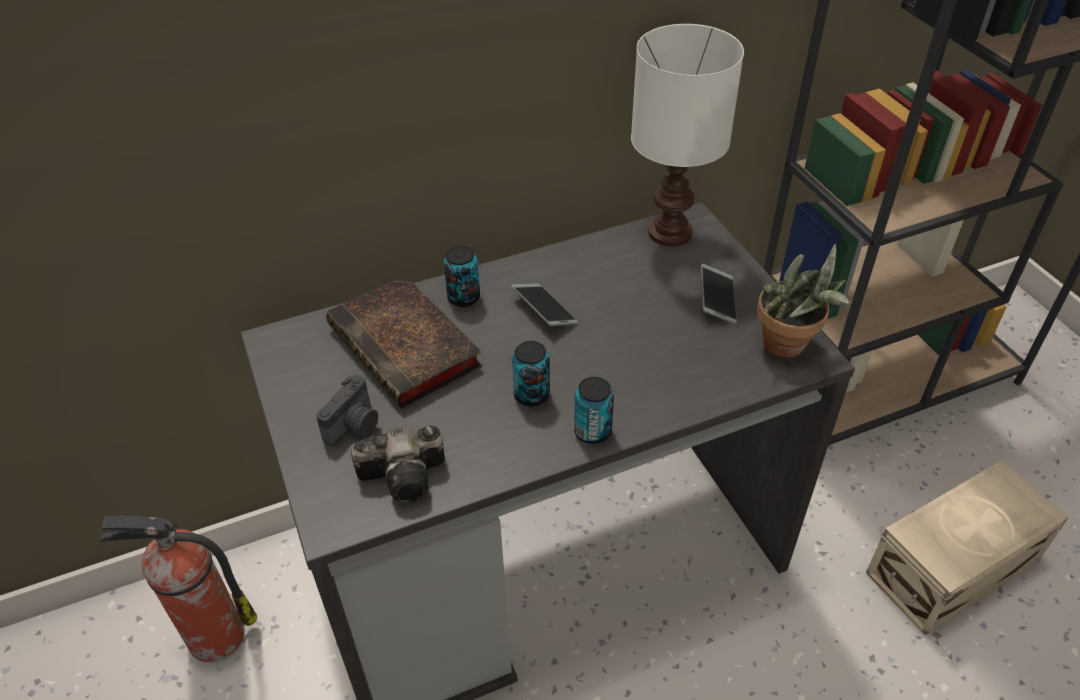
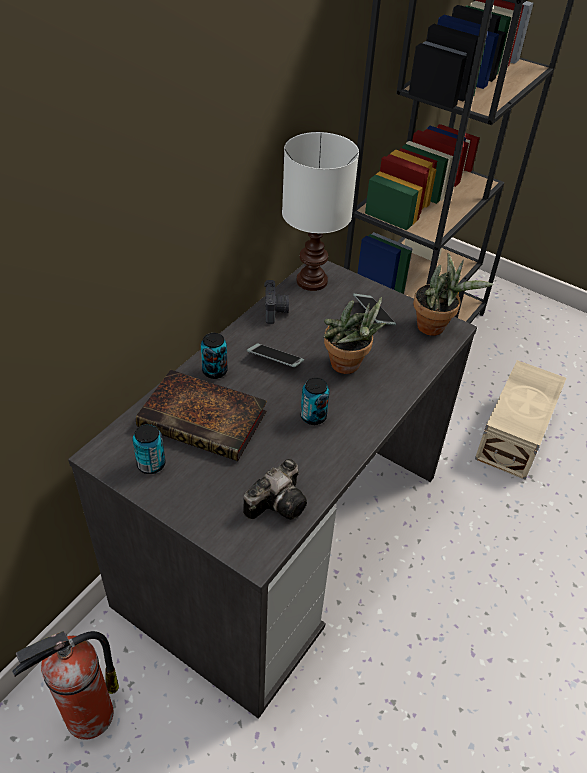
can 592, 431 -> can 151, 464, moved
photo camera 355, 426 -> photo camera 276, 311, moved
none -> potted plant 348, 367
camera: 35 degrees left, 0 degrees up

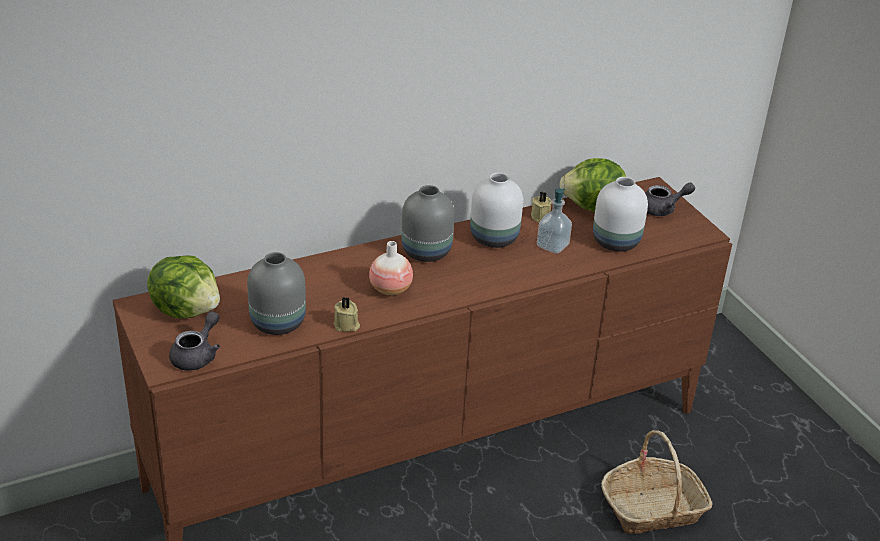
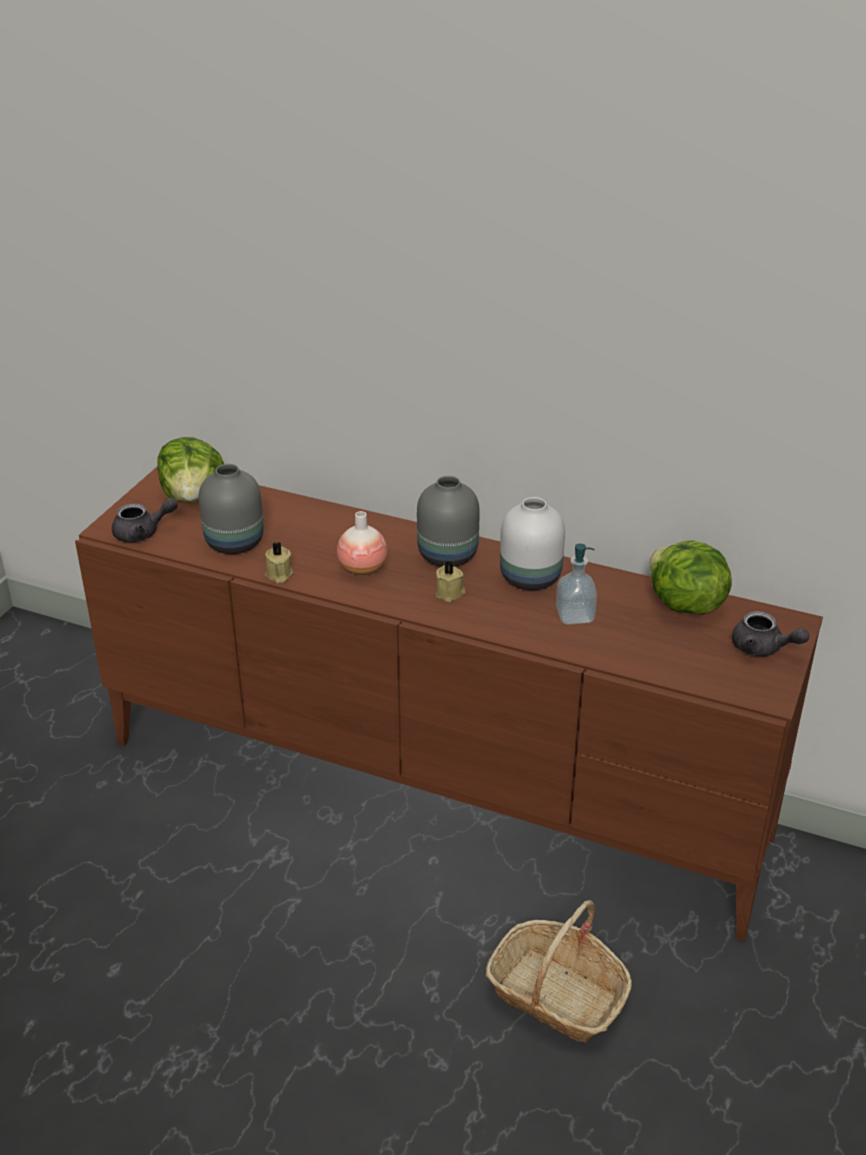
beige candle 541, 216 -> beige candle 450, 593, moved
white vase 617, 242 -> none
camera: 50 degrees right, 0 degrees up

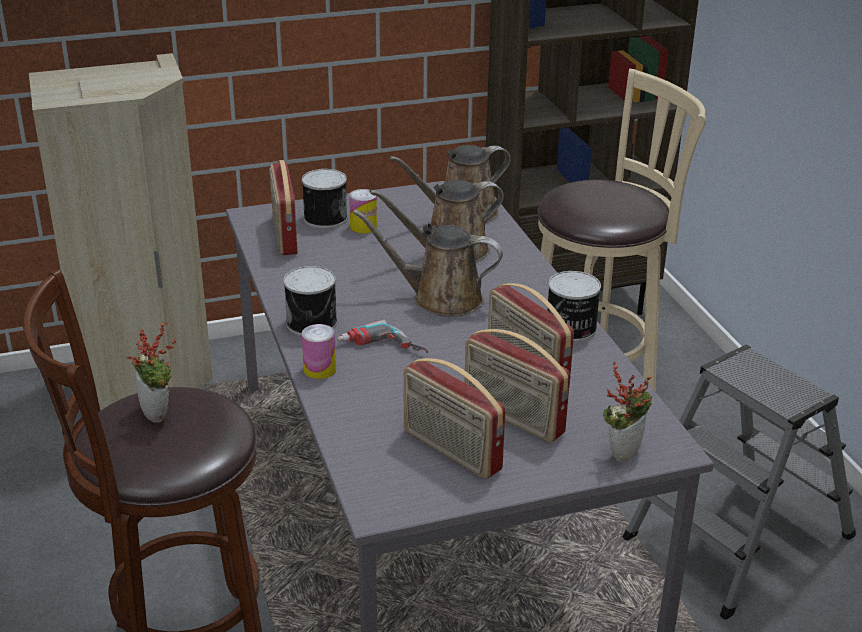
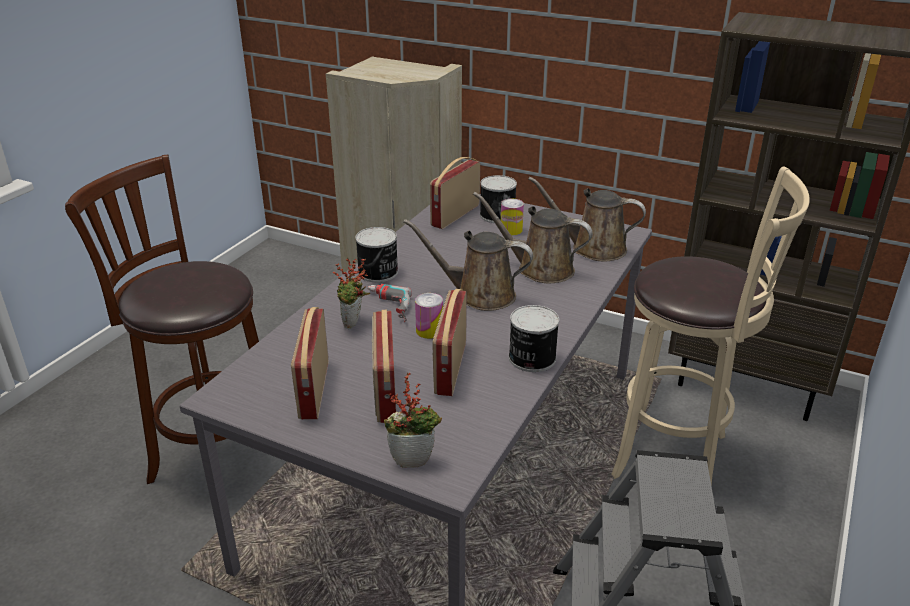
potted plant 159, 414 -> potted plant 354, 324, moved
brown watering can 440, 298 -> brown watering can 479, 295, 45 degrees counterclockwise
can 319, 369 -> can 429, 331, moved
camera: 45 degrees right, 0 degrees up

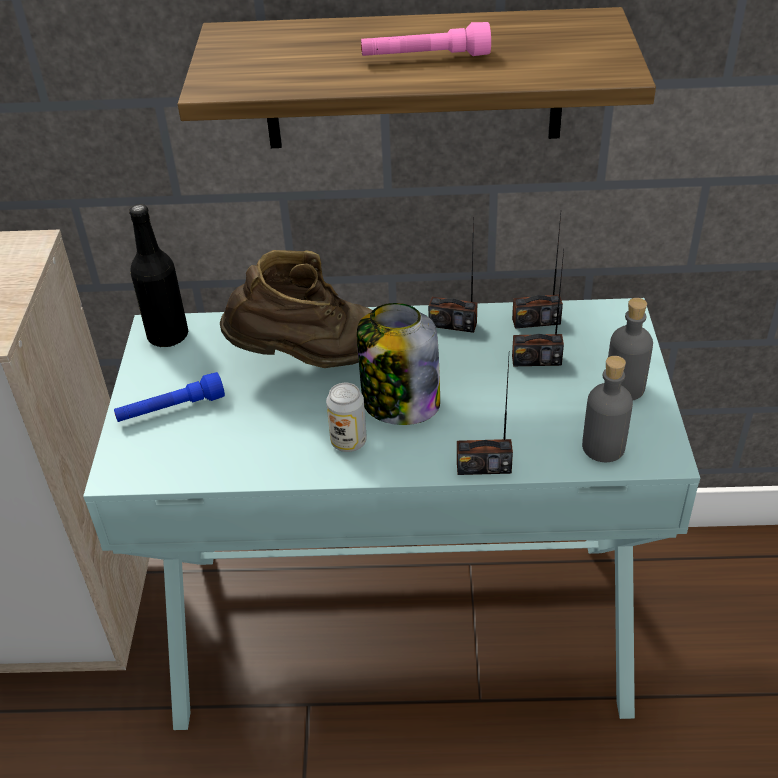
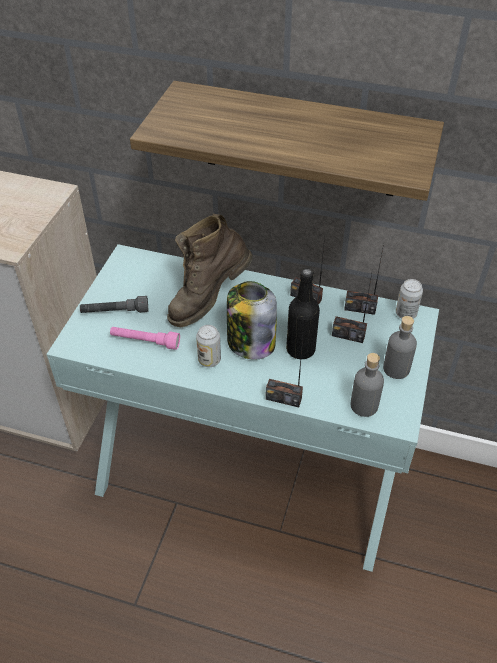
blue flashlight 171, 409 -> grey flashlight 115, 312
pink flashlight 425, 58 -> pink flashlight 145, 342, moved
brown boot 309, 360 -> brown boot 208, 300, 135 degrees clockwise
black bottle 168, 336 -> black bottle 300, 349, moved
none -> can 405, 314
camera: 15 degrees right, 5 degrees up

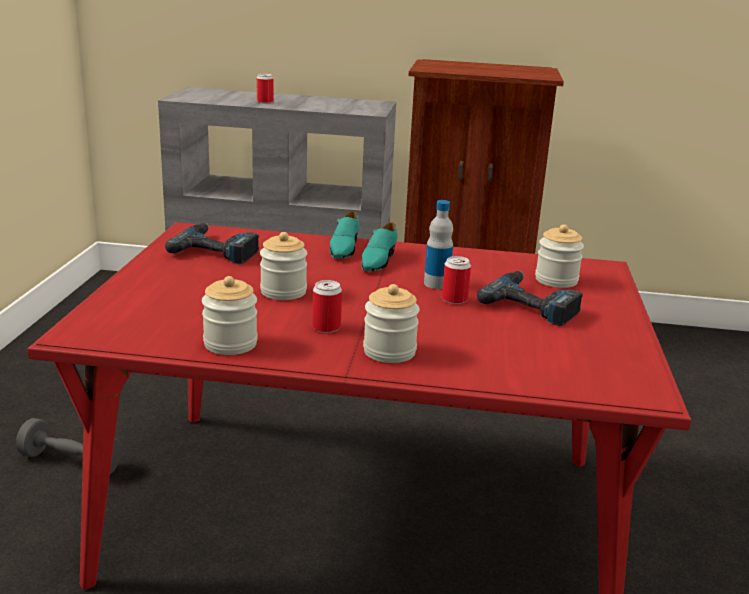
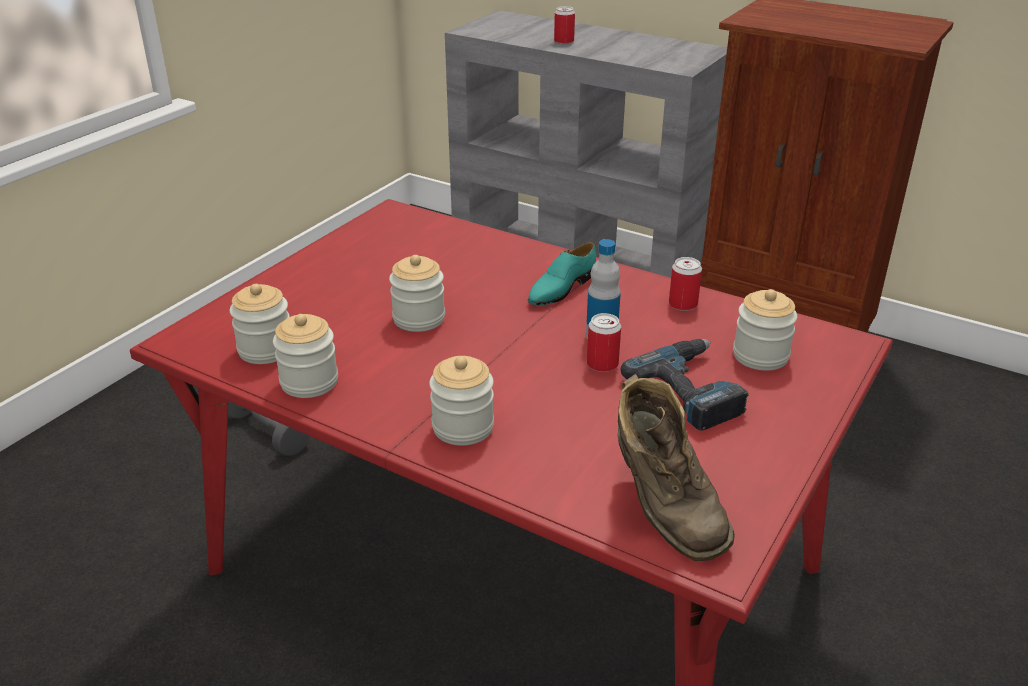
none -> jar 266, 350
none -> brown boot 663, 510
can 326, 327 -> can 683, 304, moved
power drill 217, 250 -> none
turquoise shoe 343, 248 -> none
camera: 25 degrees right, 10 degrees up

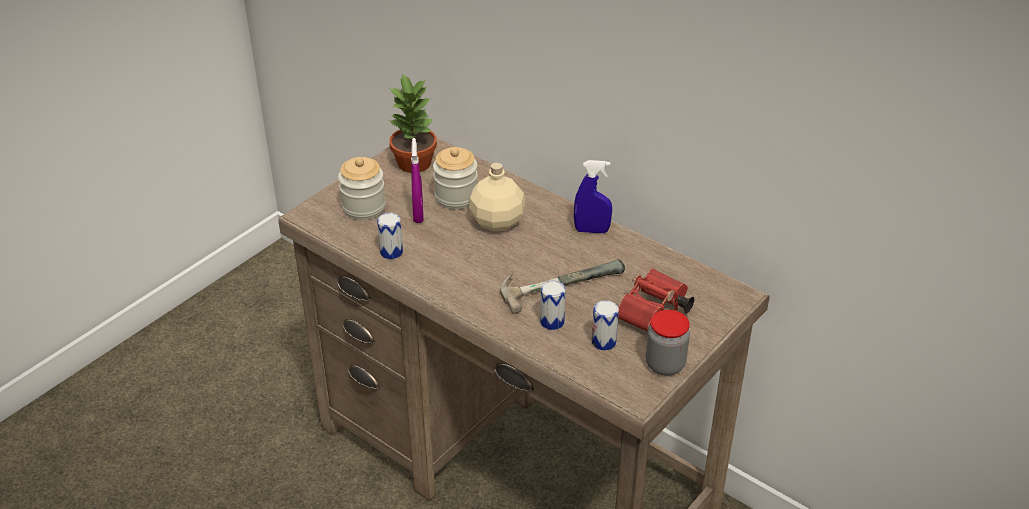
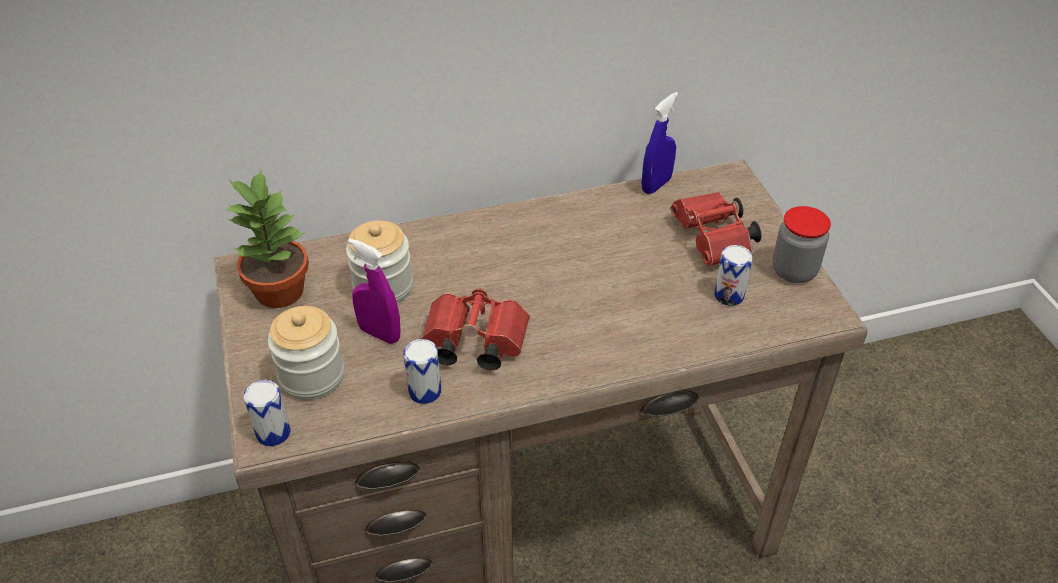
can 552, 322 -> can 273, 433, moved
none -> red binoculars 472, 343
blue spray bottle 591, 230 -> blue spray bottle 656, 185, moved
beige bottle 496, 222 -> none
hammer 559, 281 -> none
camera: 55 degrees left, 5 degrees up

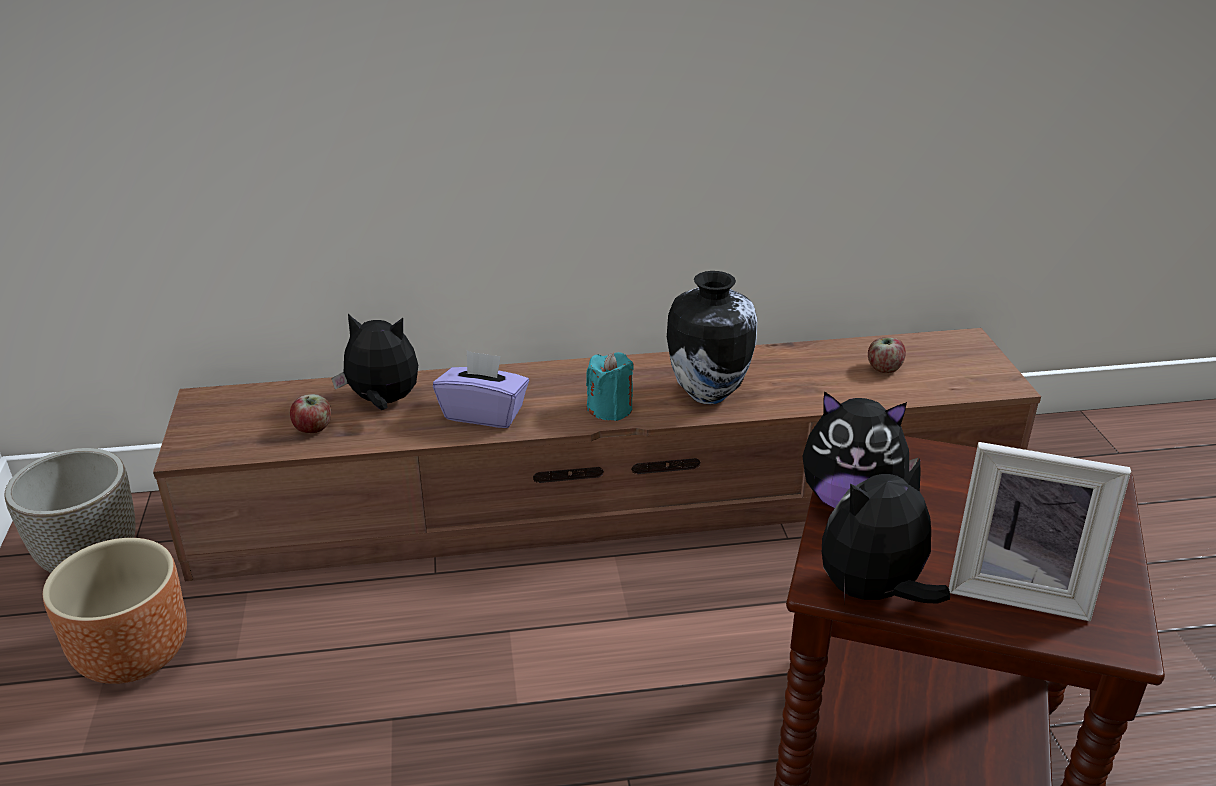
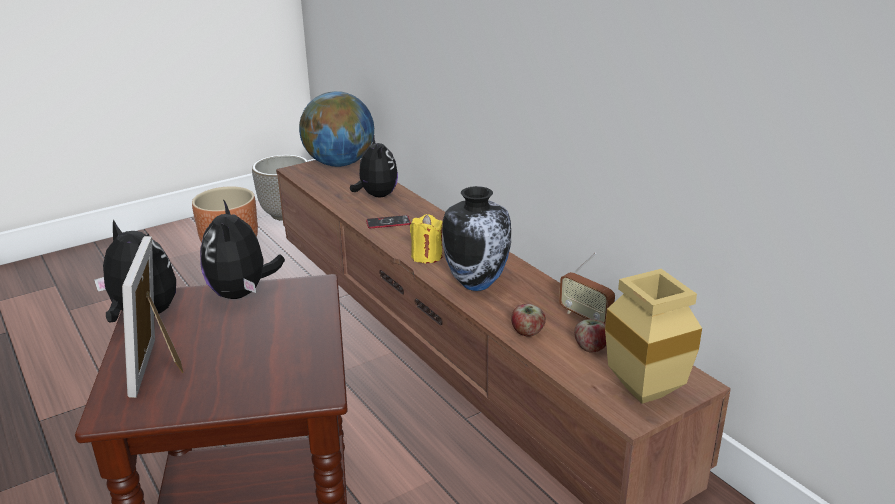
none -> globe 339, 164
purple tissue box 484, 413 -> phone 388, 223
turquoise candle 610, 409 -> yellow candle 427, 256
apple 313, 429 -> apple 527, 333, moved
none -> radio 585, 317
none -> beige vase 639, 391
camera: 65 degrees right, 5 degrees down

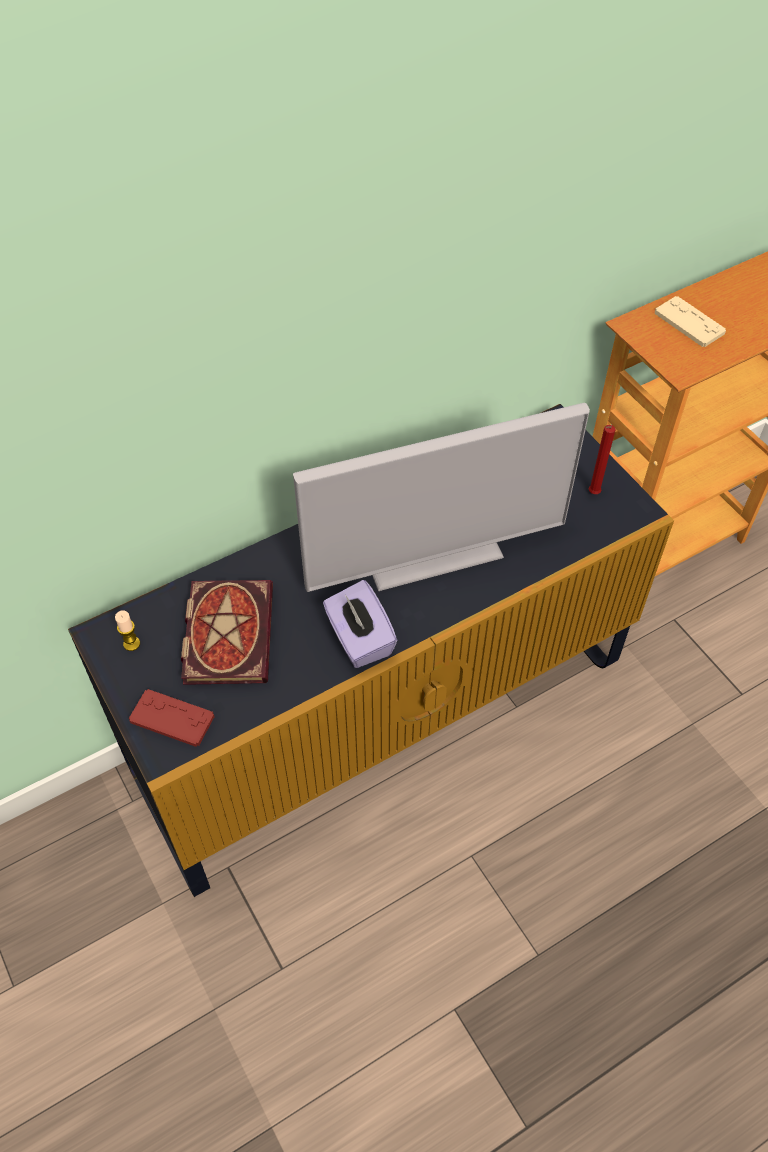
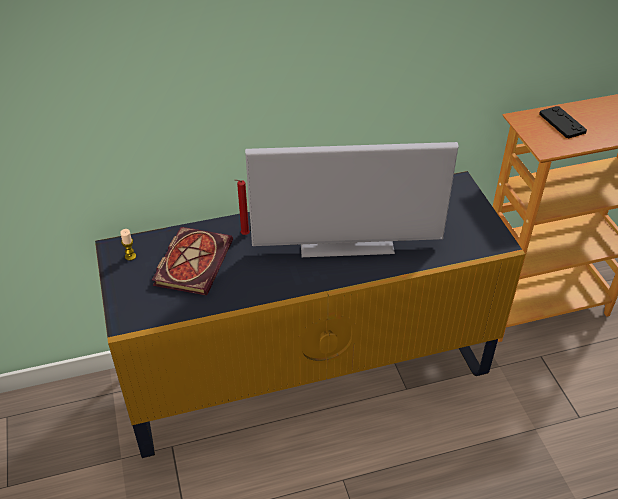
red candle 592, 494 -> red candle 243, 235, moved
beige game controller 689, 323 -> black game controller 562, 123
red game controller 172, 718 -> none
purple tissue box 359, 639 -> none
camera: 15 degrees right, 10 degrees down

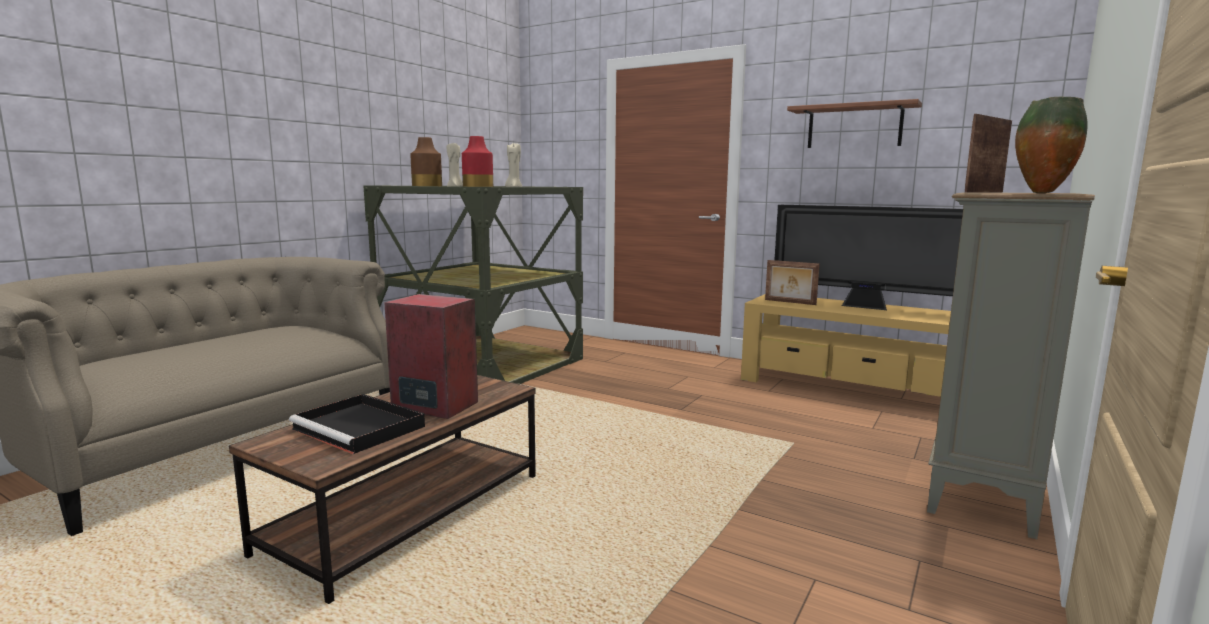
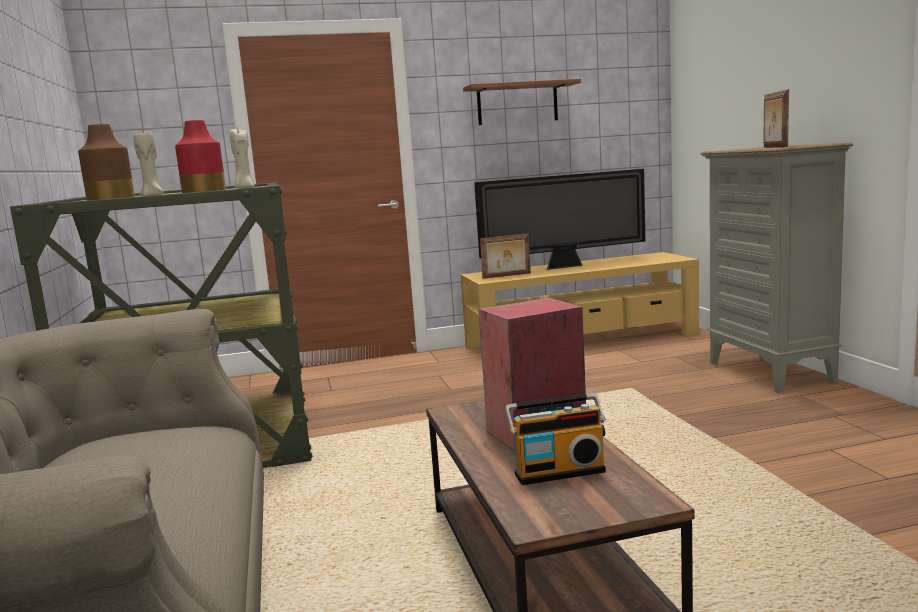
black tray 361, 428 -> radio 558, 471
vase 1041, 193 -> none
camera: 45 degrees left, 0 degrees up

